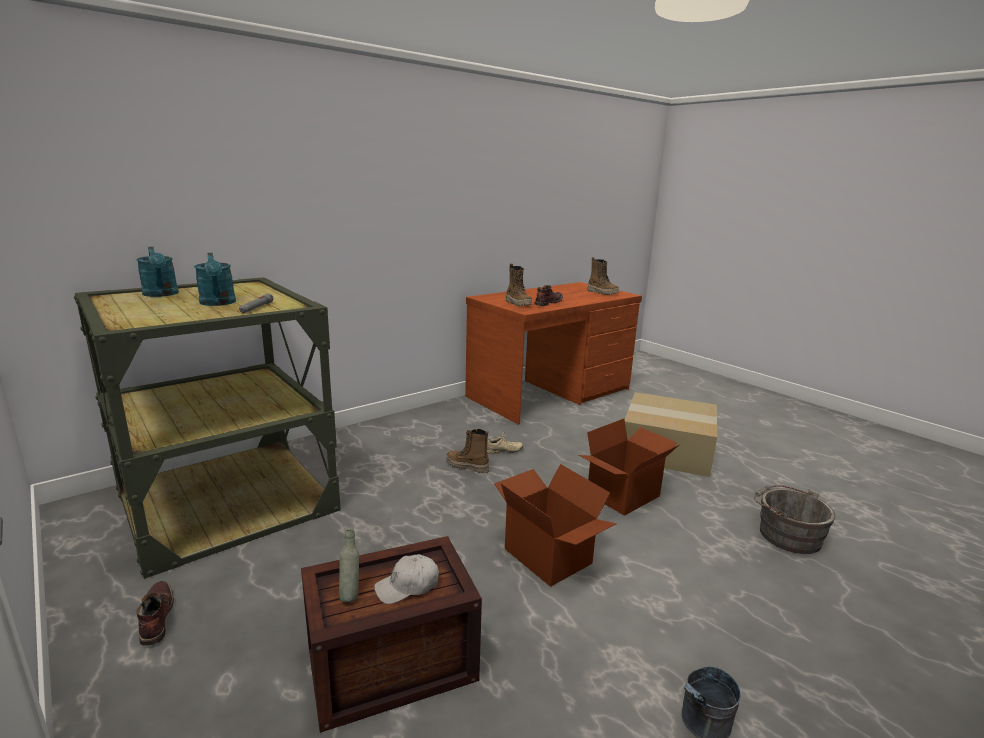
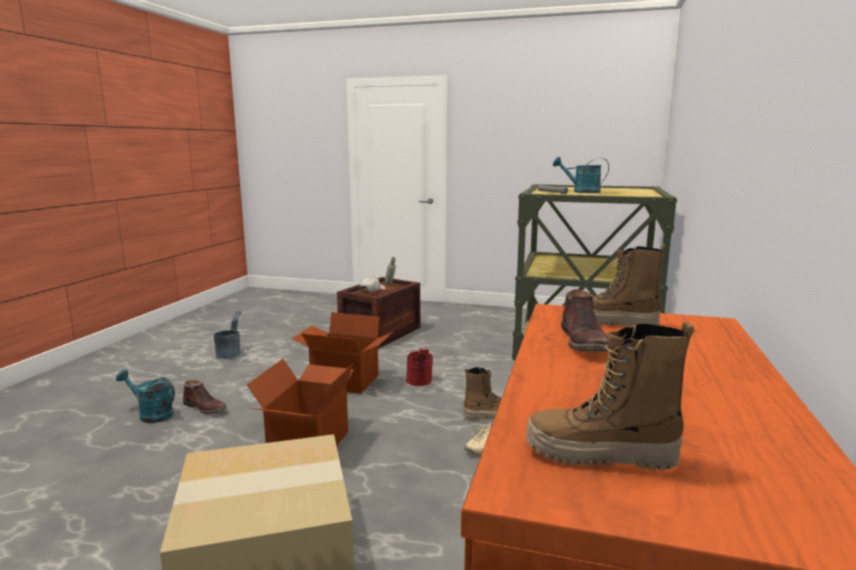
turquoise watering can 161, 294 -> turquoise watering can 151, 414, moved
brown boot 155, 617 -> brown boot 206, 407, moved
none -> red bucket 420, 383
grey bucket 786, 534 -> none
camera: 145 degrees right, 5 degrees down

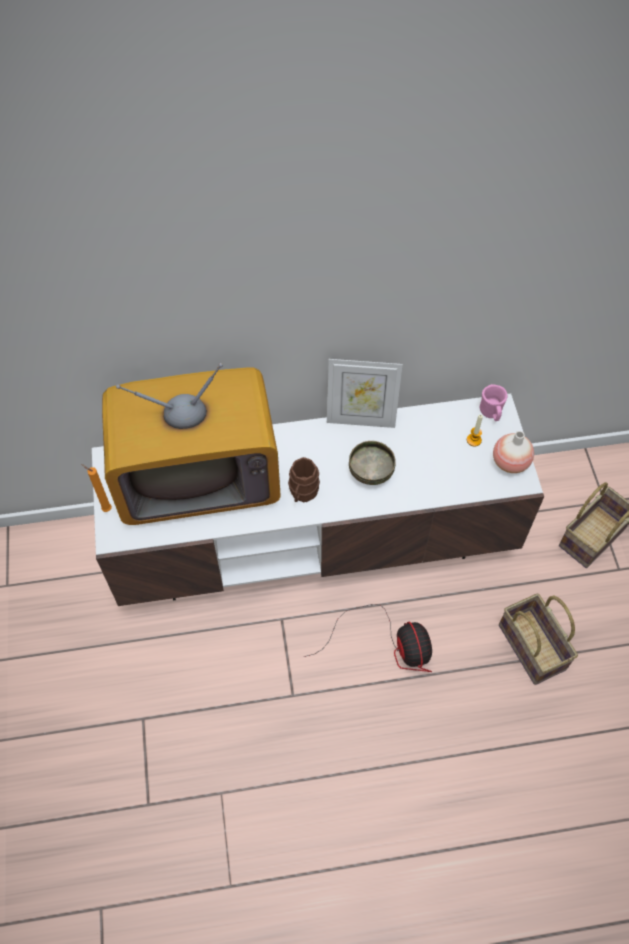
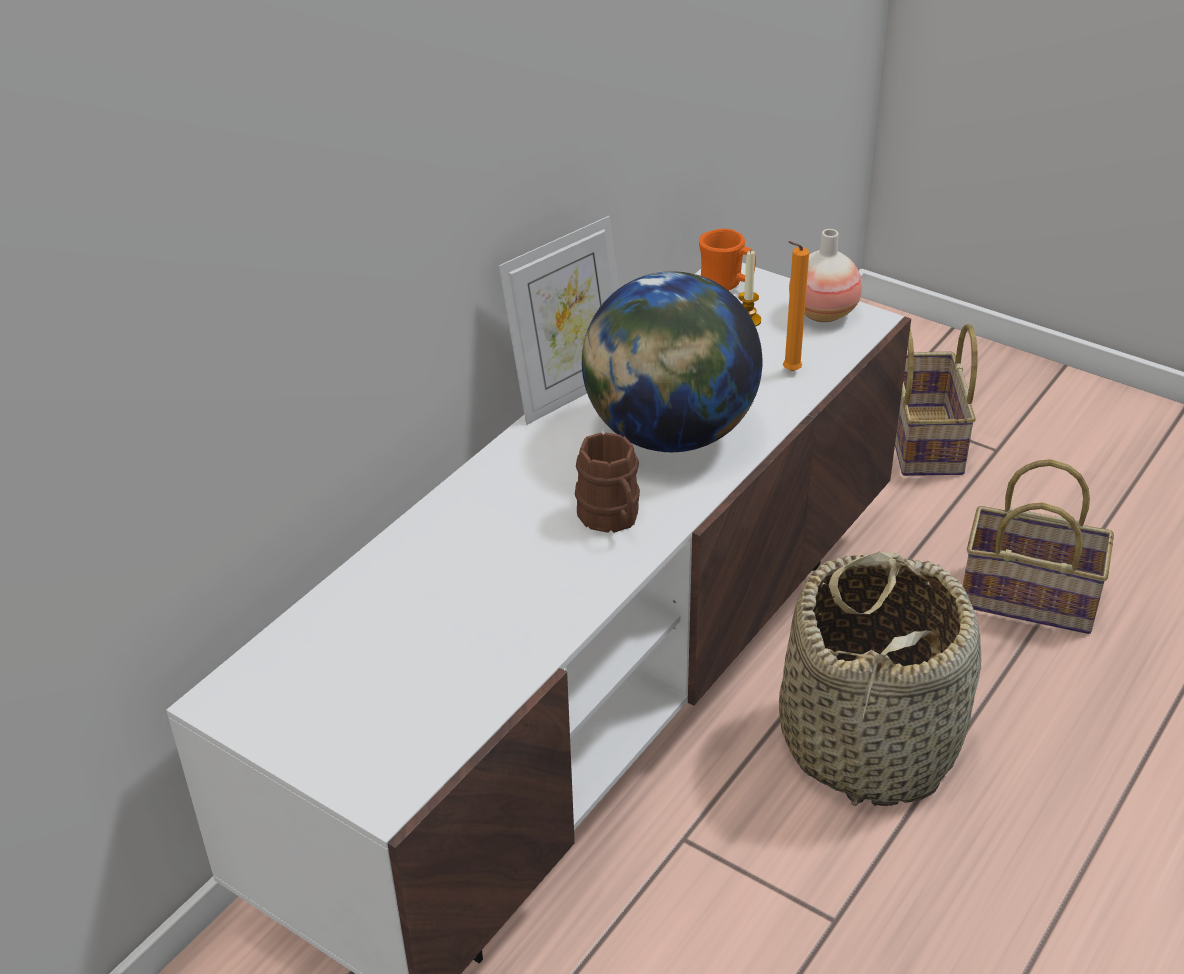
bowl 370, 472 -> globe 669, 434
pink mug 491, 413 -> orange mug 726, 284
fan 389, 645 -> basket 870, 740
orange candle 105, 509 -> orange candle 789, 372, moved
television 198, 475 -> none
camera: 45 degrees left, 20 degrees down

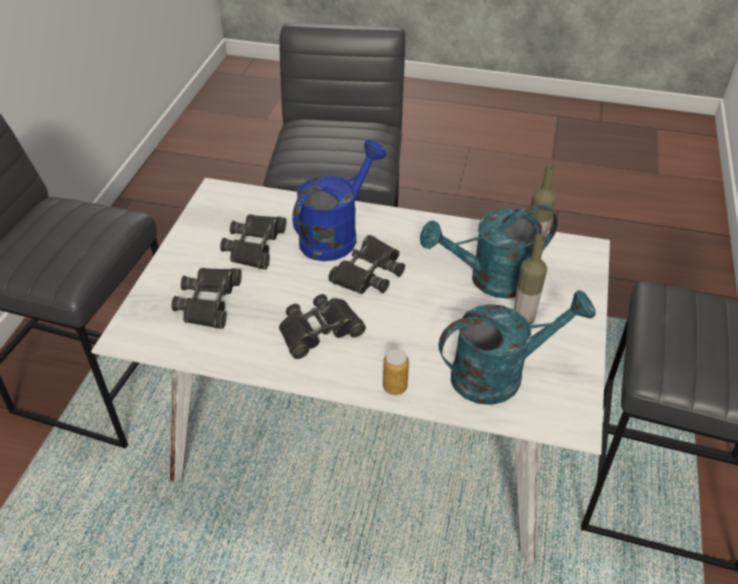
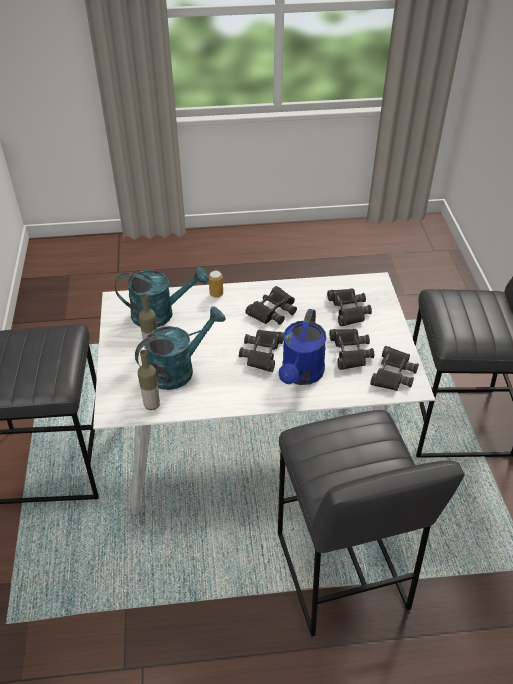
turquoise watering can 499, 374 -> turquoise watering can 160, 314, 150 degrees counterclockwise
none -> black binoculars 393, 373
camera: 160 degrees right, 0 degrees up

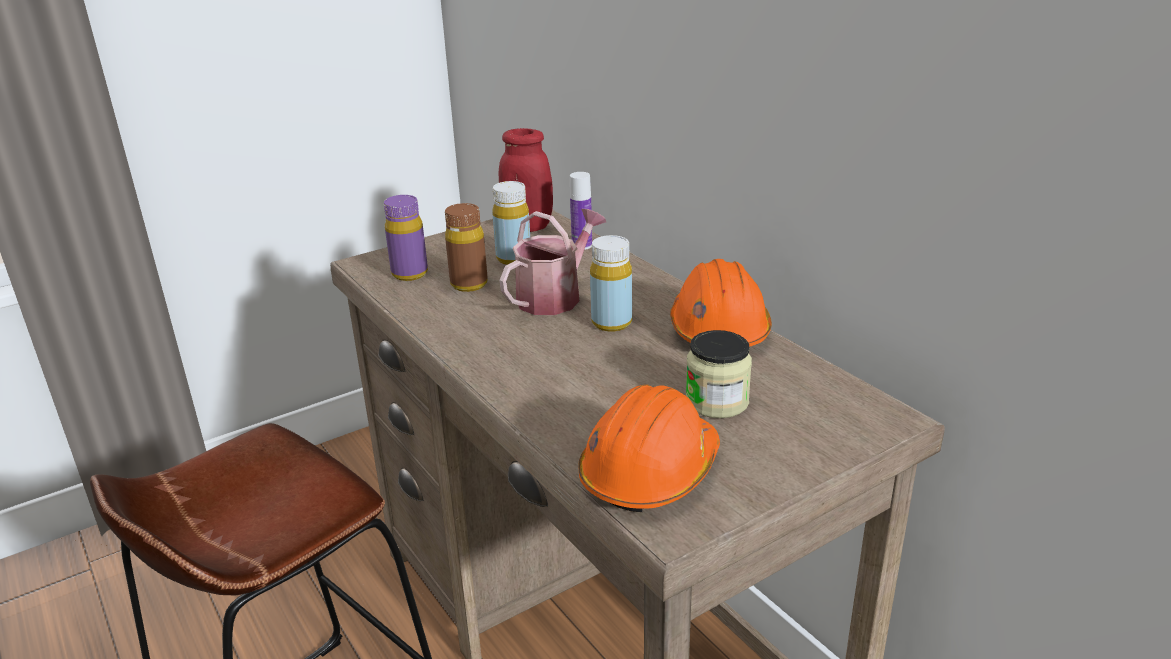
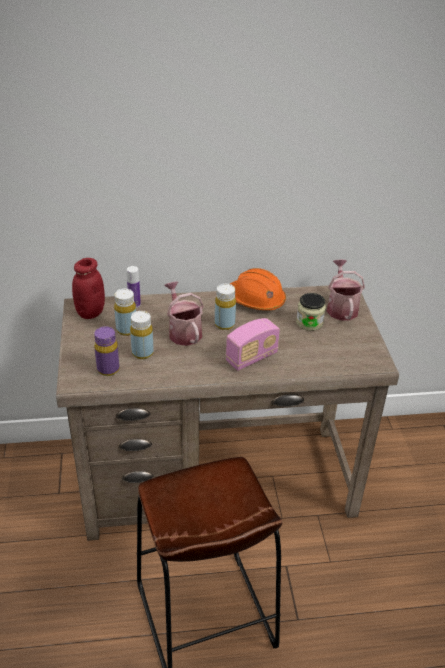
brown bottle 469, 284 -> yellow bottle 142, 353
none -> radio 251, 358
none -> watering can 341, 307
orange hard hat 650, 472 -> none
camera: 65 degrees left, 10 degrees up

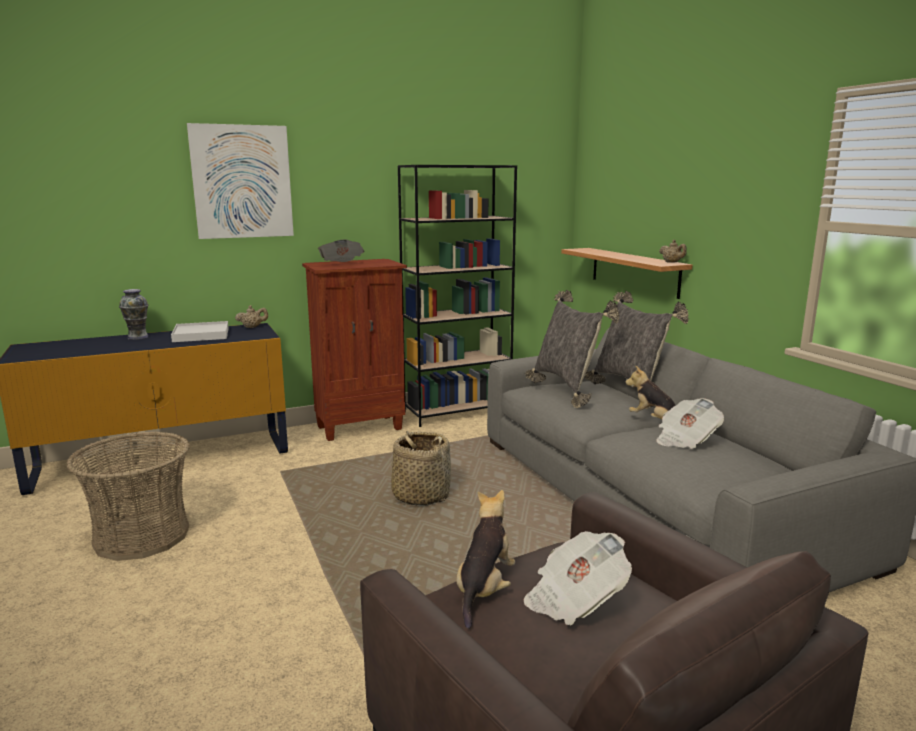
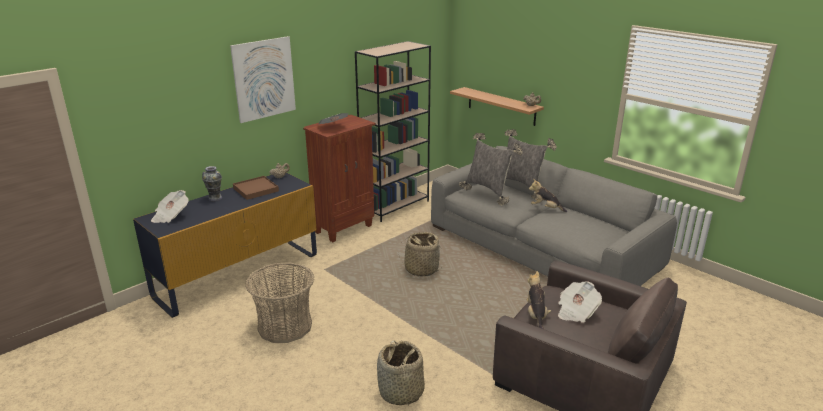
newspaper 685, 439 -> newspaper 171, 216, moved
white tray 201, 335 -> brown tray 256, 189
none -> basket 401, 392
camera: 20 degrees left, 10 degrees up

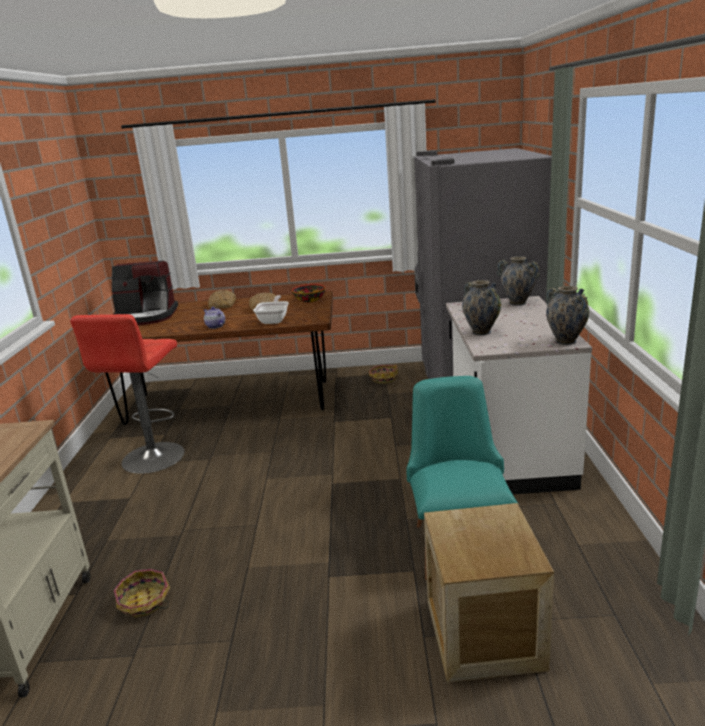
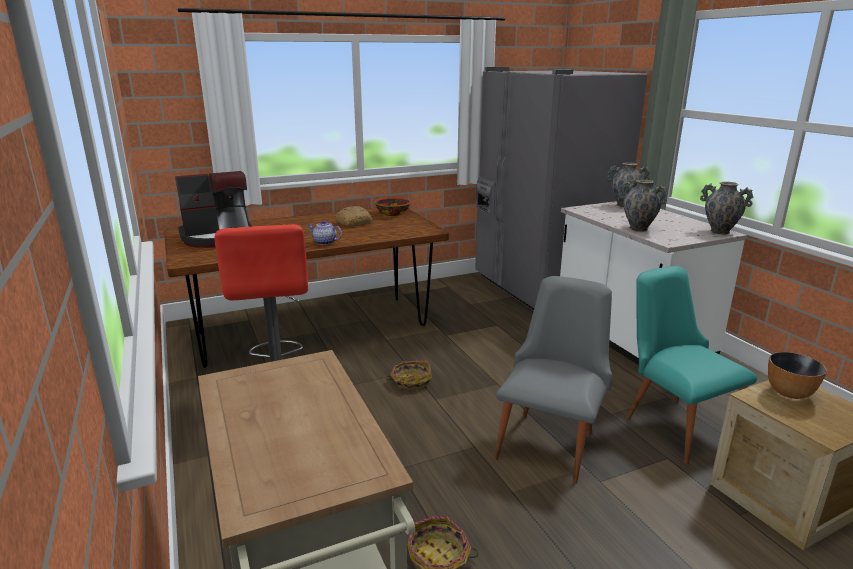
basket 383, 378 -> basket 411, 381, moved
none -> grey chair 551, 440
none -> bowl 789, 393
bread 223, 305 -> none
frying pan 274, 320 -> none
camera: 25 degrees left, 0 degrees up

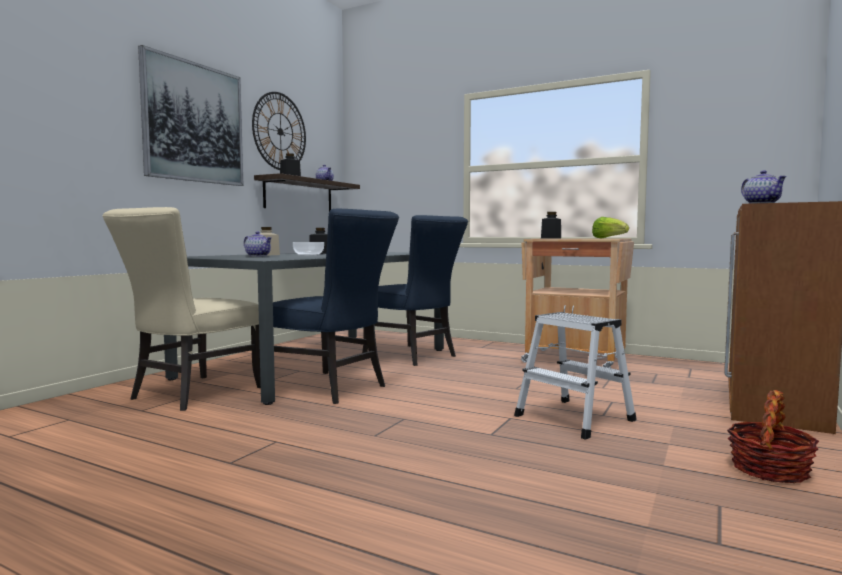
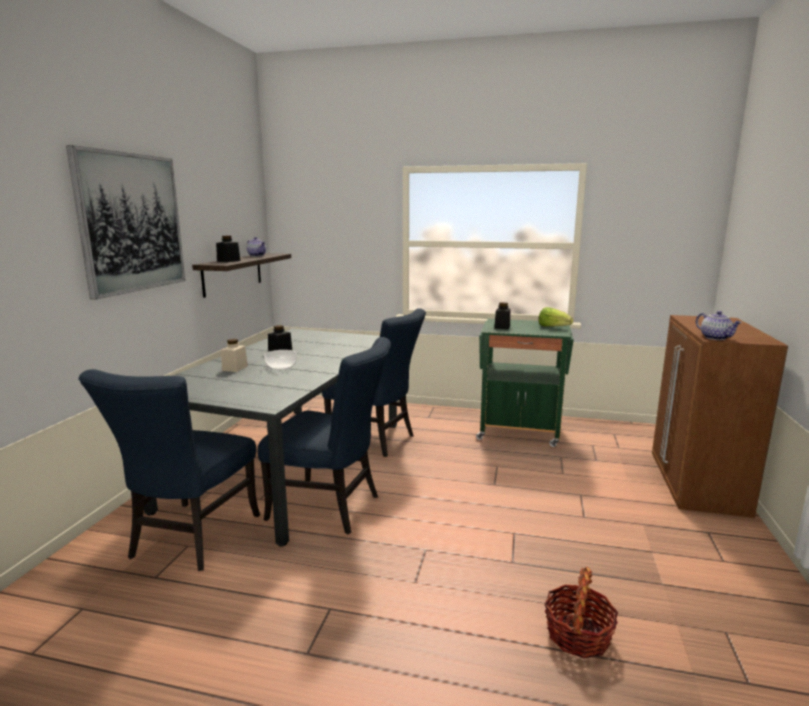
beige chair 190, 394 -> blue chair 190, 539
brown cart 576, 360 -> green cart 520, 431
basket 769, 470 -> basket 578, 635, moved
teapot 258, 256 -> none
wall clock 280, 131 -> none
white step ladder 575, 418 -> none
camera: 15 degrees left, 10 degrees up

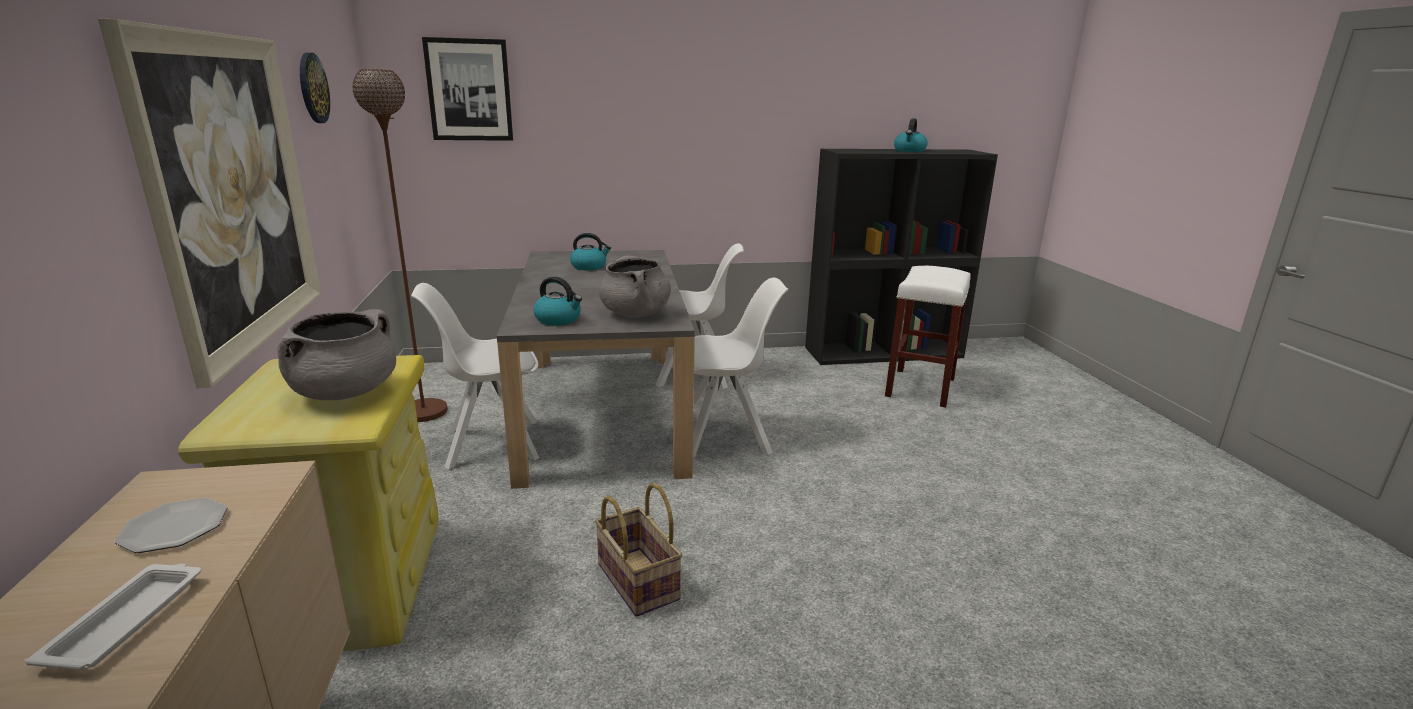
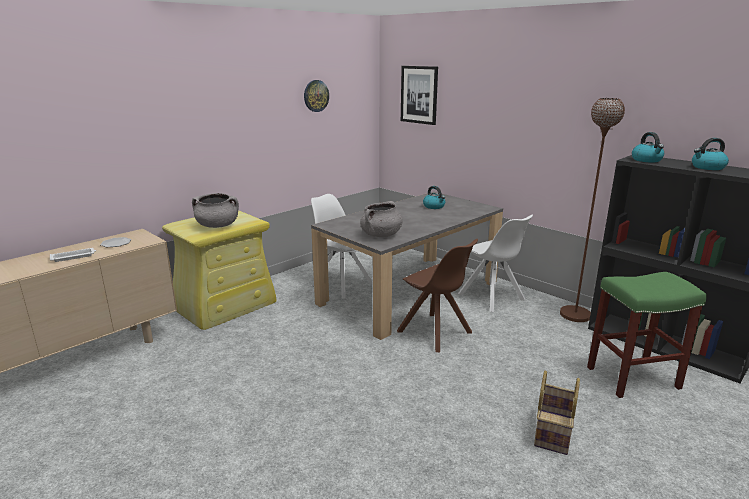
white chair 725, 437 -> brown chair 435, 333
basket 636, 582 -> basket 552, 431, moved
brown floor lamp 424, 412 -> brown floor lamp 575, 315, moved
white stool 920, 387 -> green stool 633, 377
kettle 559, 320 -> kettle 647, 160, moved
picture 232, 193 -> none
camera: 55 degrees right, 0 degrees up

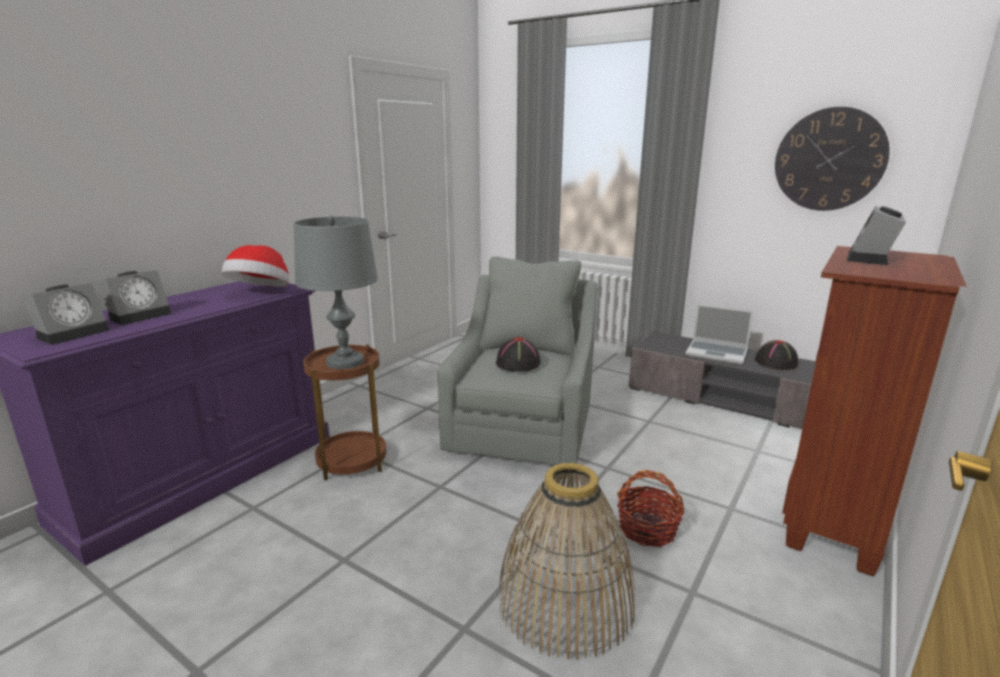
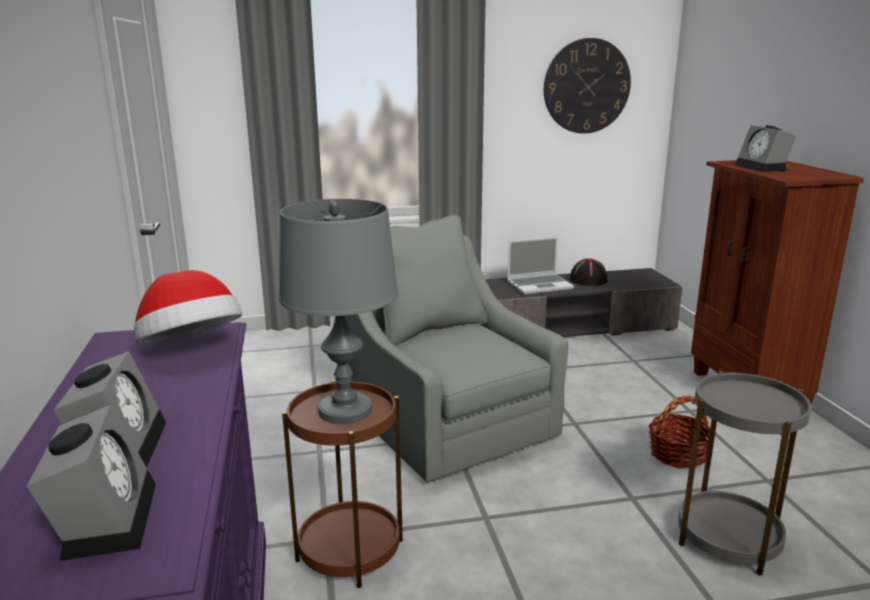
basket 565, 600 -> grey side table 728, 538
black hat 518, 363 -> none
camera: 45 degrees left, 0 degrees up

